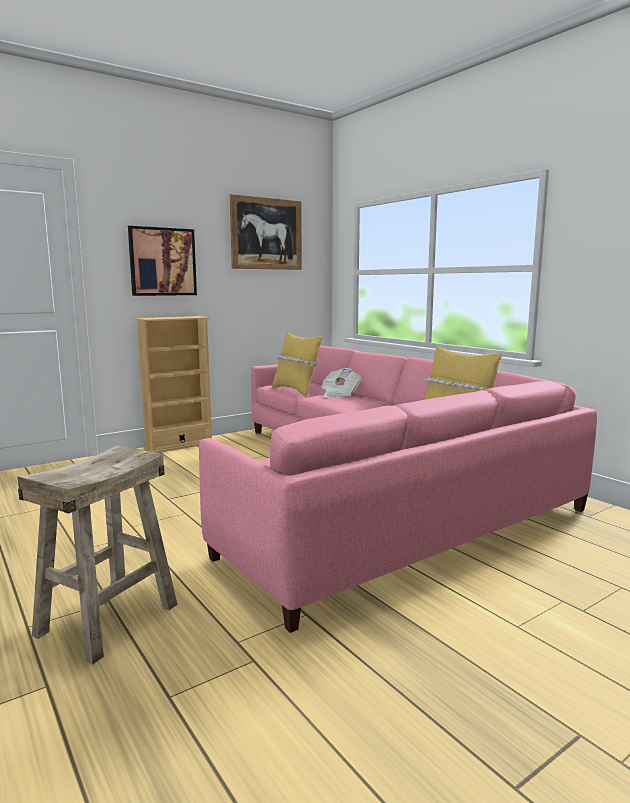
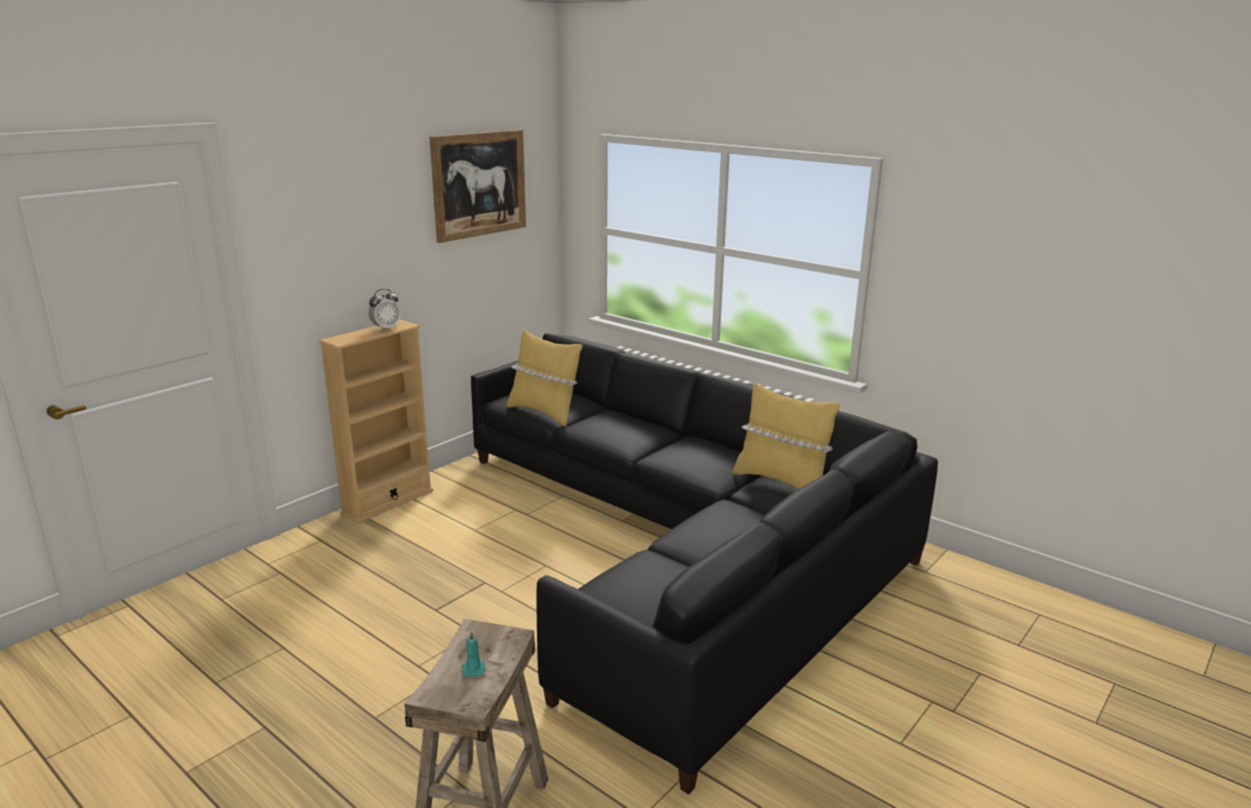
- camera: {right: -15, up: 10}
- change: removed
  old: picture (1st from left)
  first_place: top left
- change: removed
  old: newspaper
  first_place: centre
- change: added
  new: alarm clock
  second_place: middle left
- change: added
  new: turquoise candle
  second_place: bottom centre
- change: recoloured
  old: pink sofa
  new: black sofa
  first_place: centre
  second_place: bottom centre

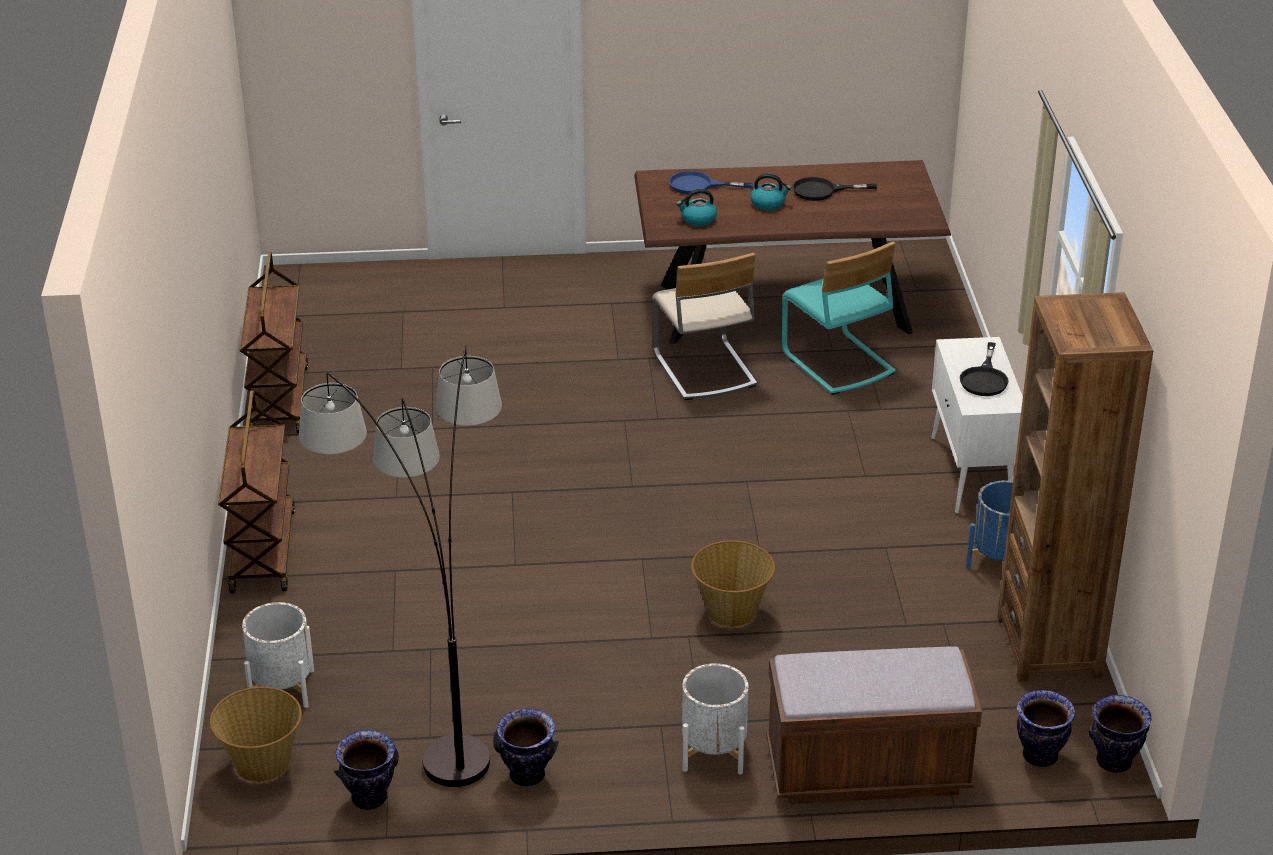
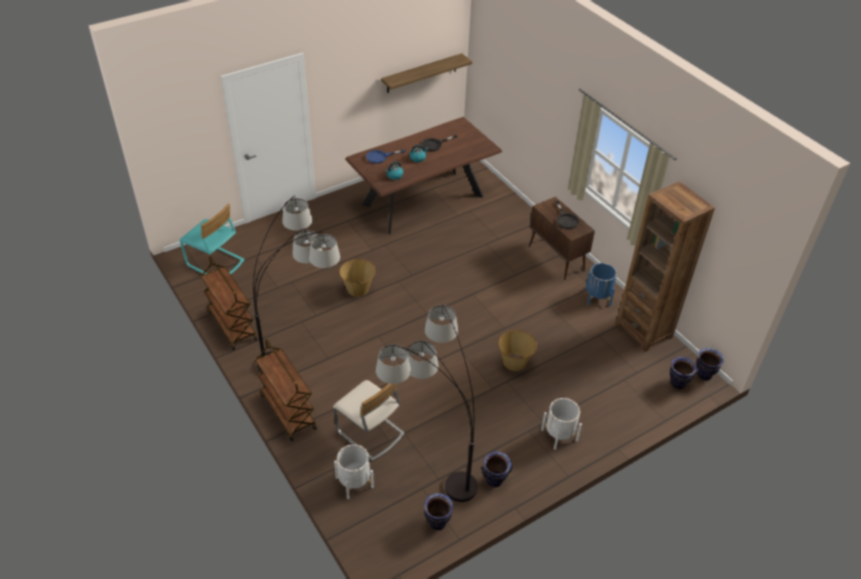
- camera: {right: -30, up: 10}
- change: removed
  old: brown bench
  first_place: bottom right
- change: added
  new: floor lamp (1st from left)
  second_place: centre
- change: added
  new: shelf
  second_place: top centre
- change: moved
  old: basket (1st from left)
  first_place: bottom left
  second_place: centre
- change: moved
  old: beige chair
  first_place: centre
  second_place: bottom centre
- change: moved
  old: turquoise chair
  first_place: centre
  second_place: middle left
- change: recoloured
  old: white cabinet
  new: brown cabinet
  first_place: middle right
  second_place: centre

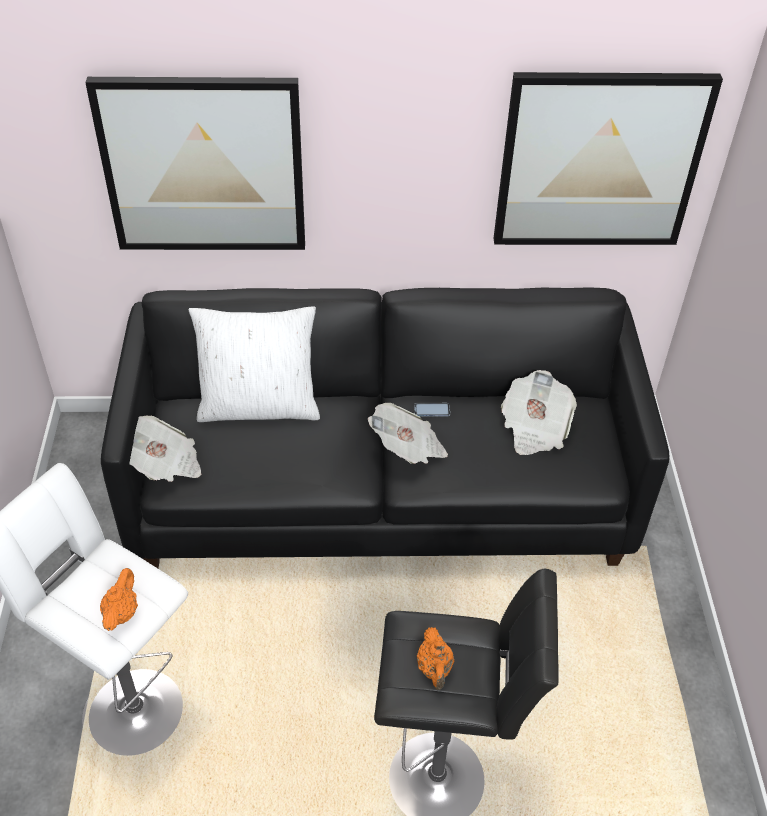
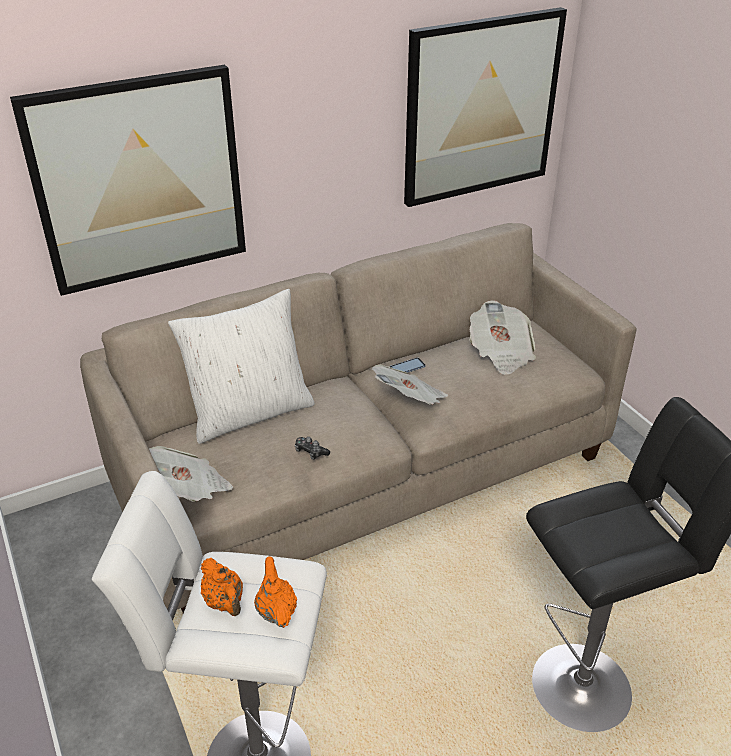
- camera: {right: -25, up: -10}
- change: added
  new: game controller
  second_place: centre
- change: moved
  old: orange teapot (2nd from left in the first image)
  new: orange teapot (1st from left)
  first_place: bottom centre
  second_place: bottom left
- change: recoloured
  old: black sofa
  new: beige sofa
  first_place: centre
  second_place: centre

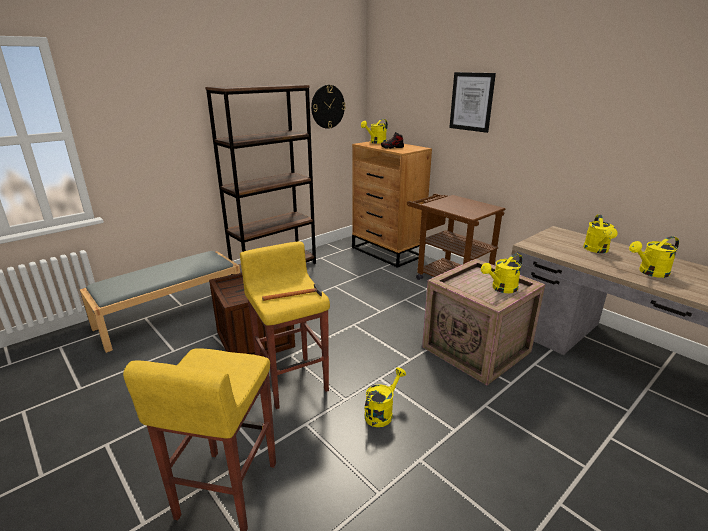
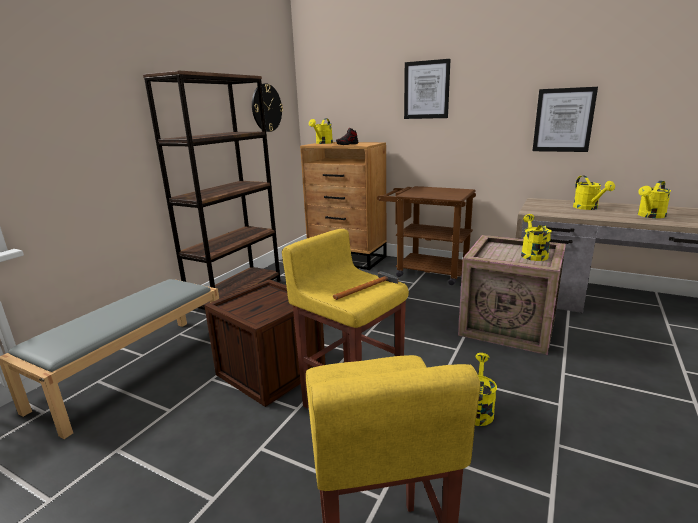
- camera: {right: -20, up: -5}
- change: added
  new: picture (2nd from left)
  second_place: top right
- change: turned
  old: yellow watering can (3rd from left)
  first_place: middle right
  second_place: middle right
  degrees: 150

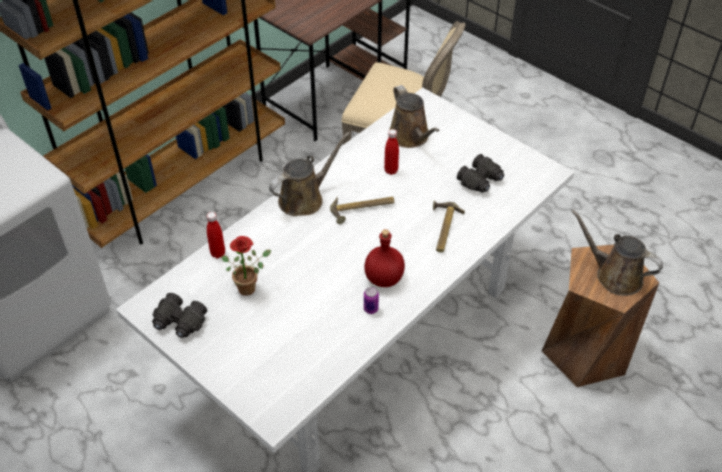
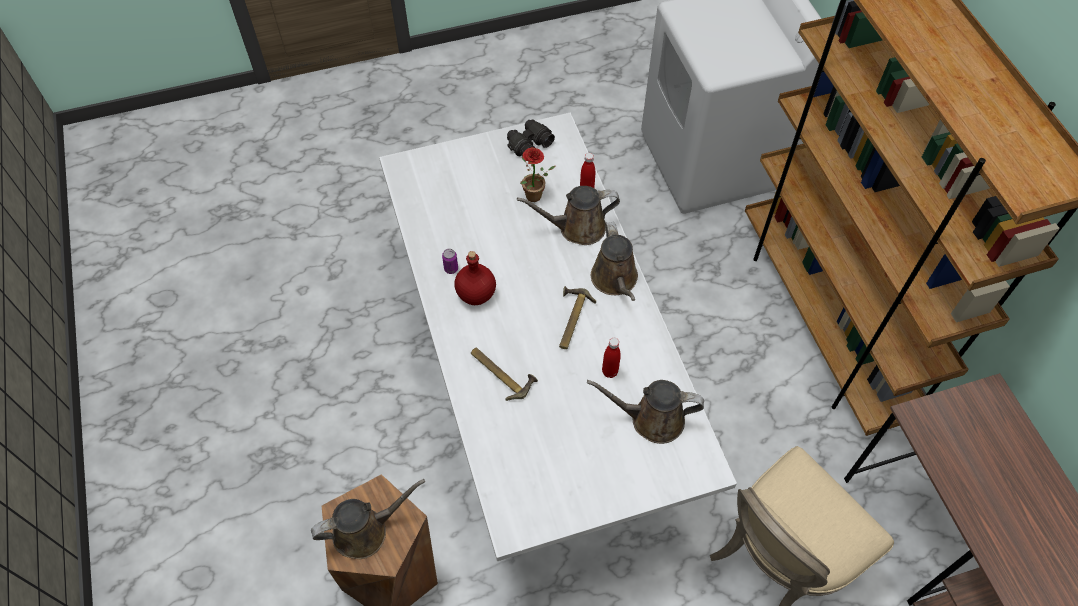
- camera: {right: 120, up: 10}
- change: removed
  old: black binoculars (2nd from left)
  first_place: centre
- change: added
  new: brown watering can (2nd from left)
  second_place: centre

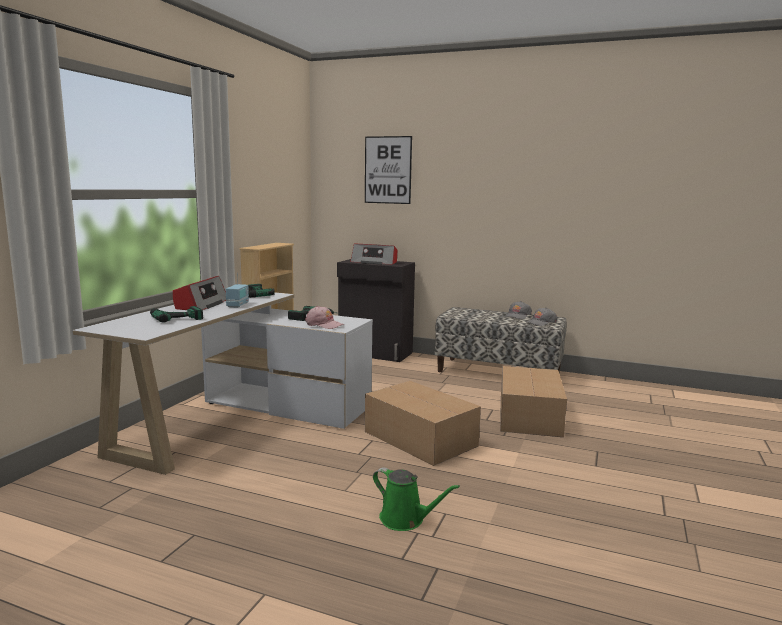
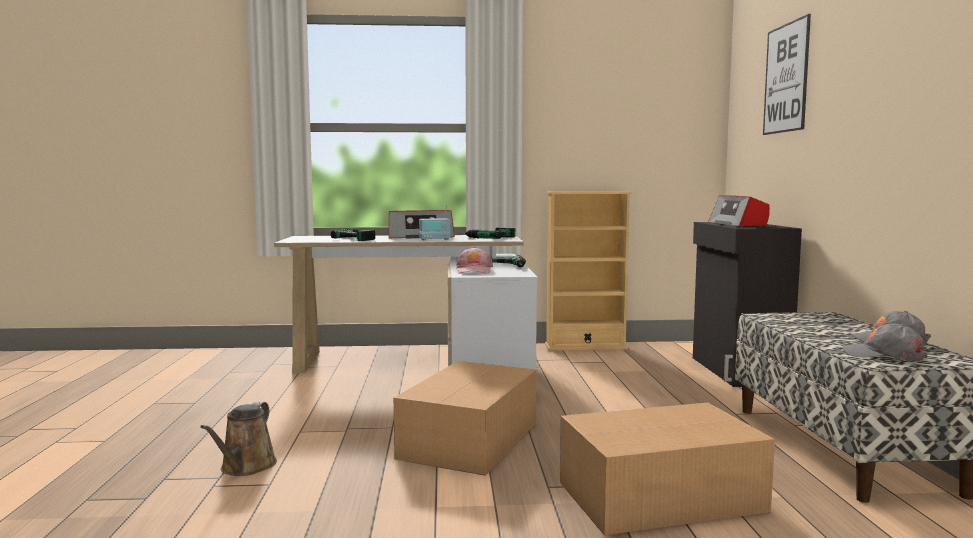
- camera: {right: 65, up: -5}
- change: recoloured
  old: green watering can
  new: brown watering can
  first_place: bottom centre
  second_place: bottom left

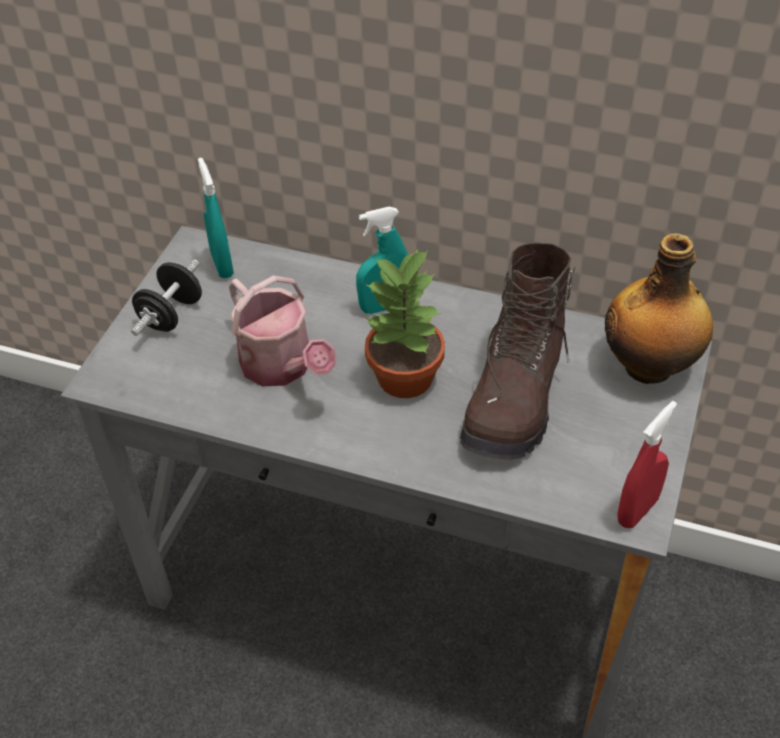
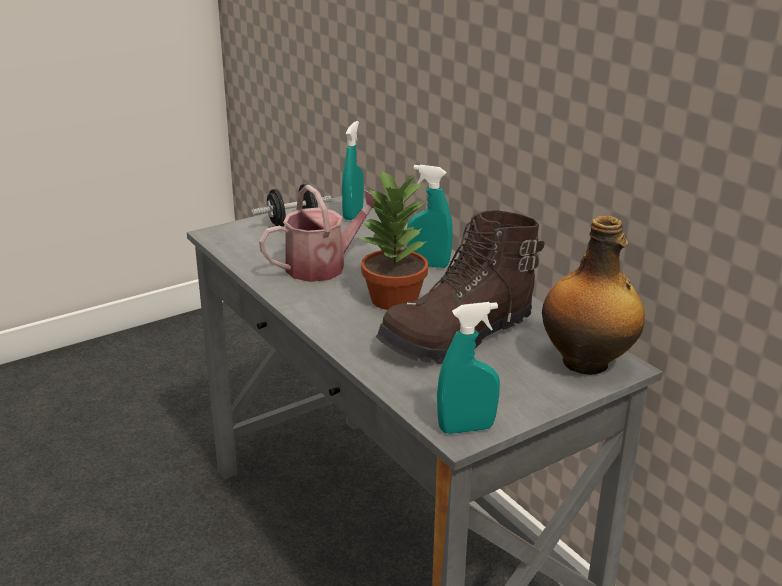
- camera: {right: 35, up: -20}
- change: recoloured
  old: red spray bottle
  new: turquoise spray bottle (3rd from left)
  first_place: middle right
  second_place: centre
- change: turned
  old: watering can
  first_place: centre
  second_place: centre
  degrees: -120

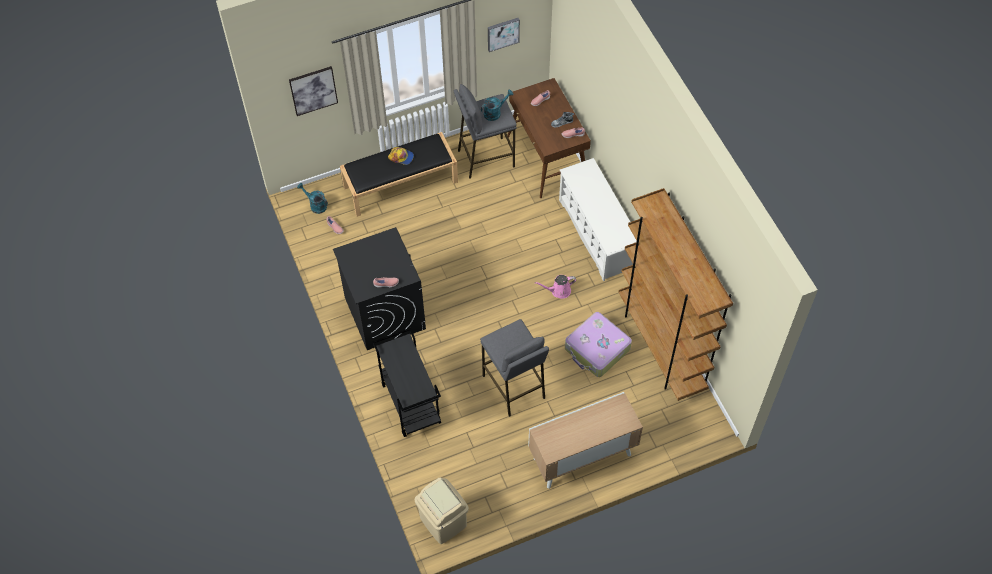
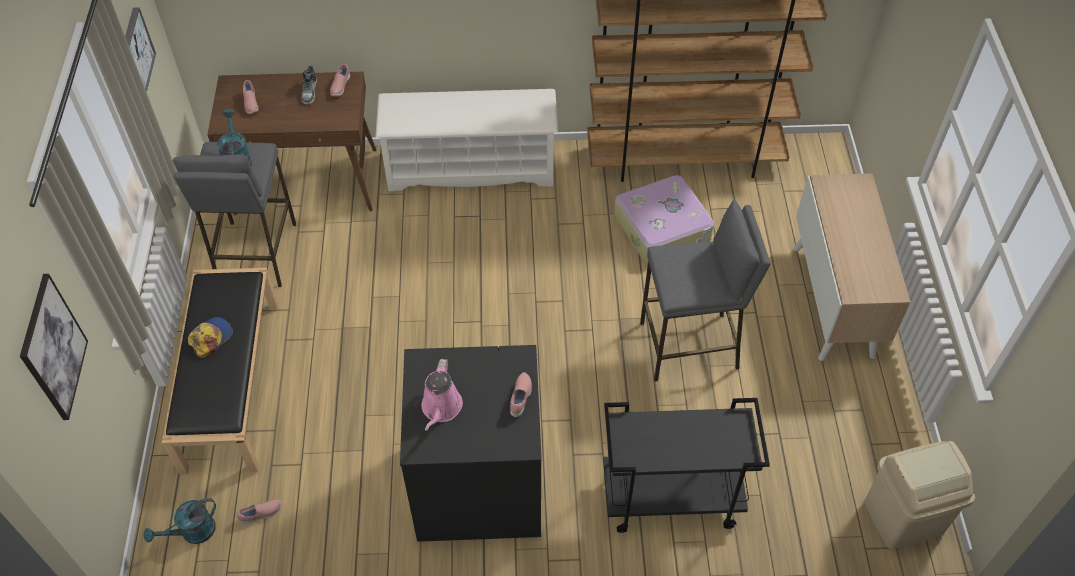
- camera: {right: -70, up: -5}
- change: moved
  old: pink watering can
  first_place: centre
  second_place: bottom centre

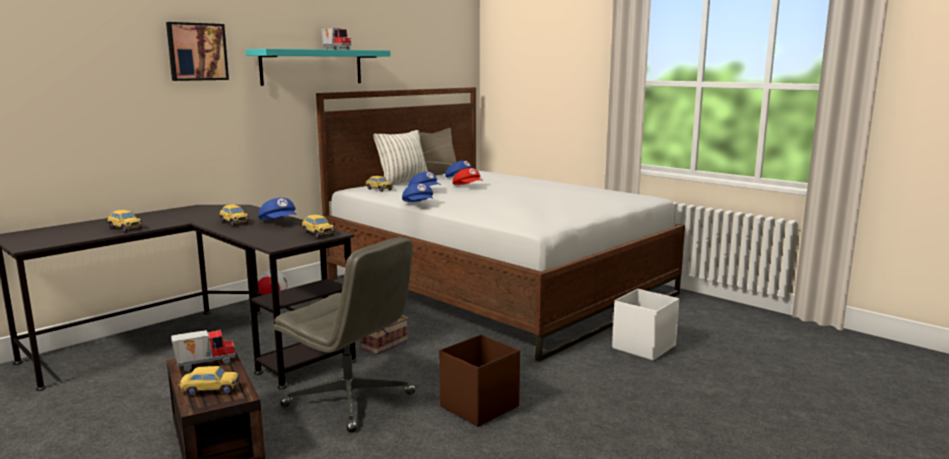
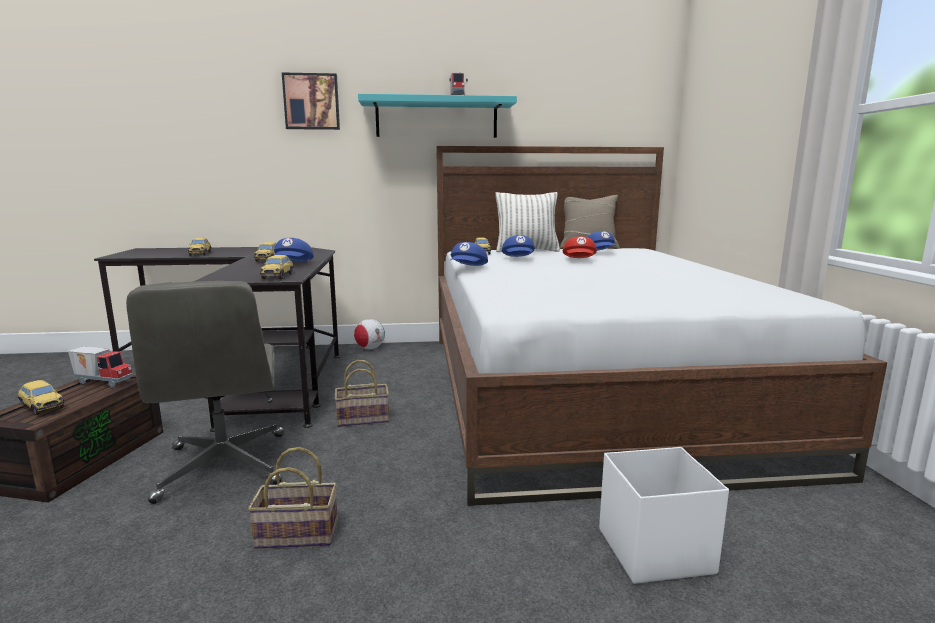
- camera: {right: 40, up: 0}
- change: replaced
  old: brown storage box (2nd from left)
  new: basket (1st from left)
  first_place: bottom centre
  second_place: bottom left

